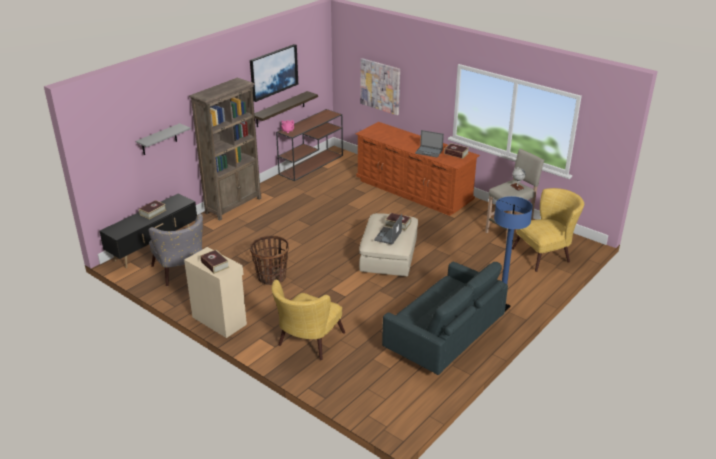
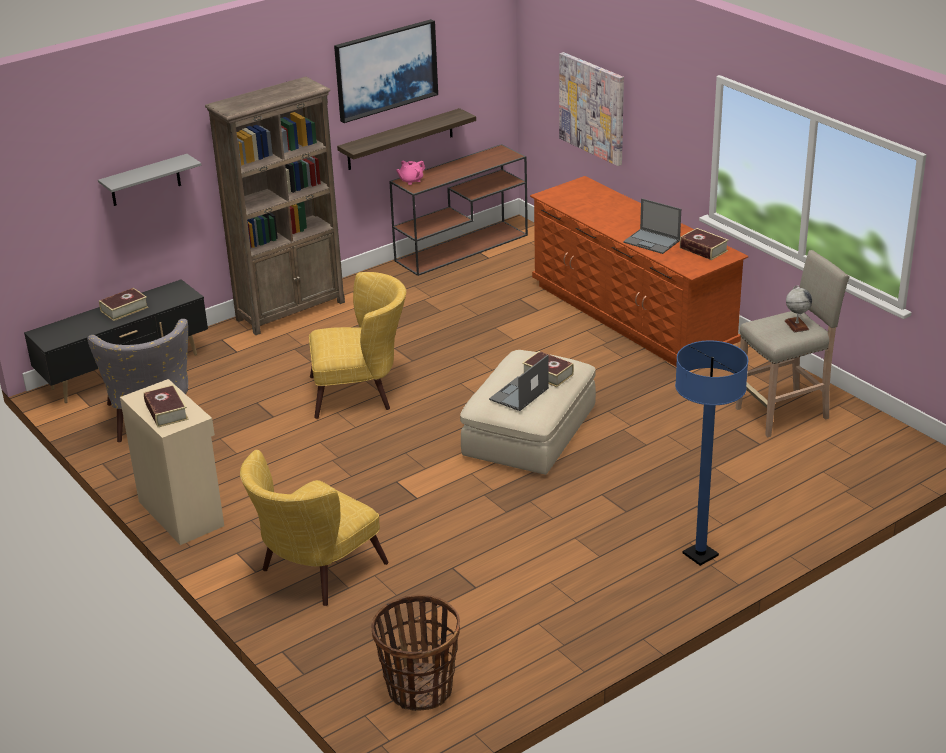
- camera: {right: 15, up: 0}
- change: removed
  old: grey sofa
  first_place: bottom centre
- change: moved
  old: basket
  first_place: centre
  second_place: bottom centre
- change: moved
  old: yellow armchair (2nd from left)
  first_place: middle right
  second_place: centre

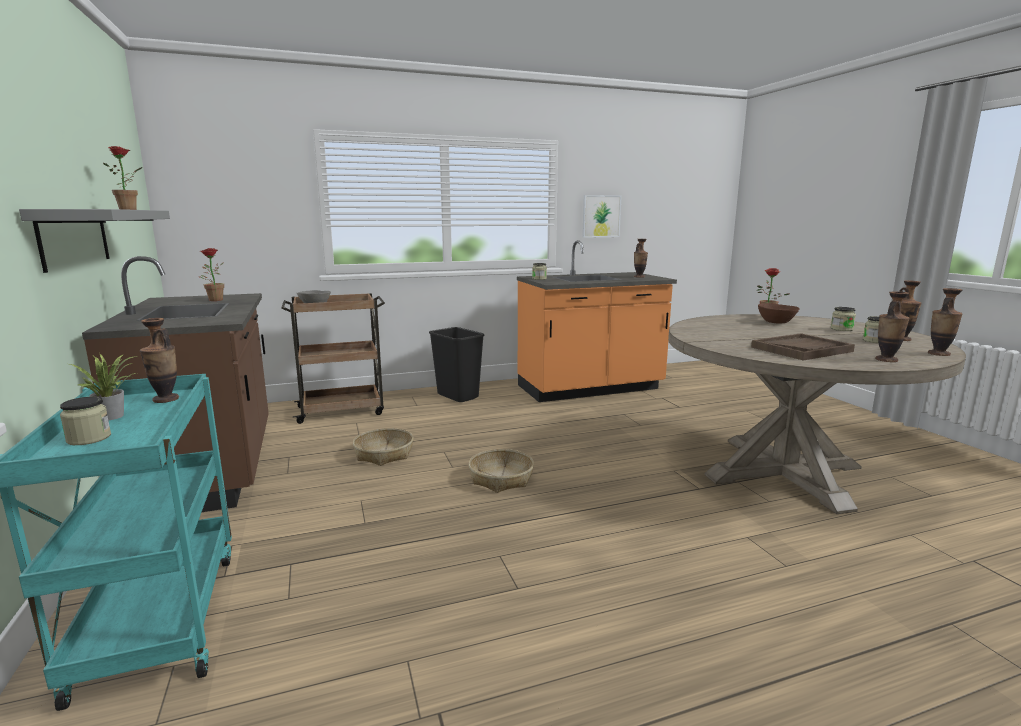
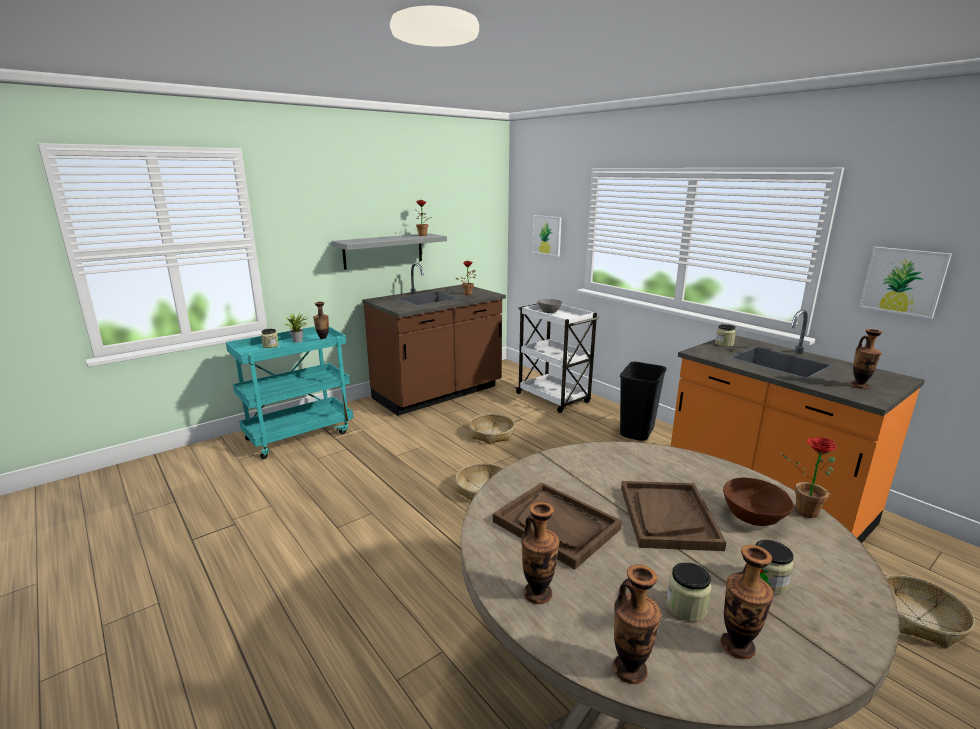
- camera: {right: 70, up: 5}
- change: added
  new: picture (1st from left)
  second_place: top centre
- change: added
  new: brown tray (2nd from left)
  second_place: bottom right
- change: added
  new: basket (3rd from left)
  second_place: bottom right
- change: recoloured
  old: brown cart
  new: white cart
  first_place: middle left
  second_place: centre

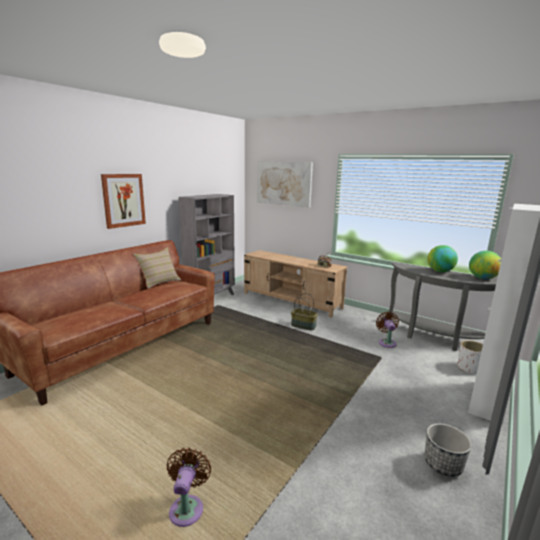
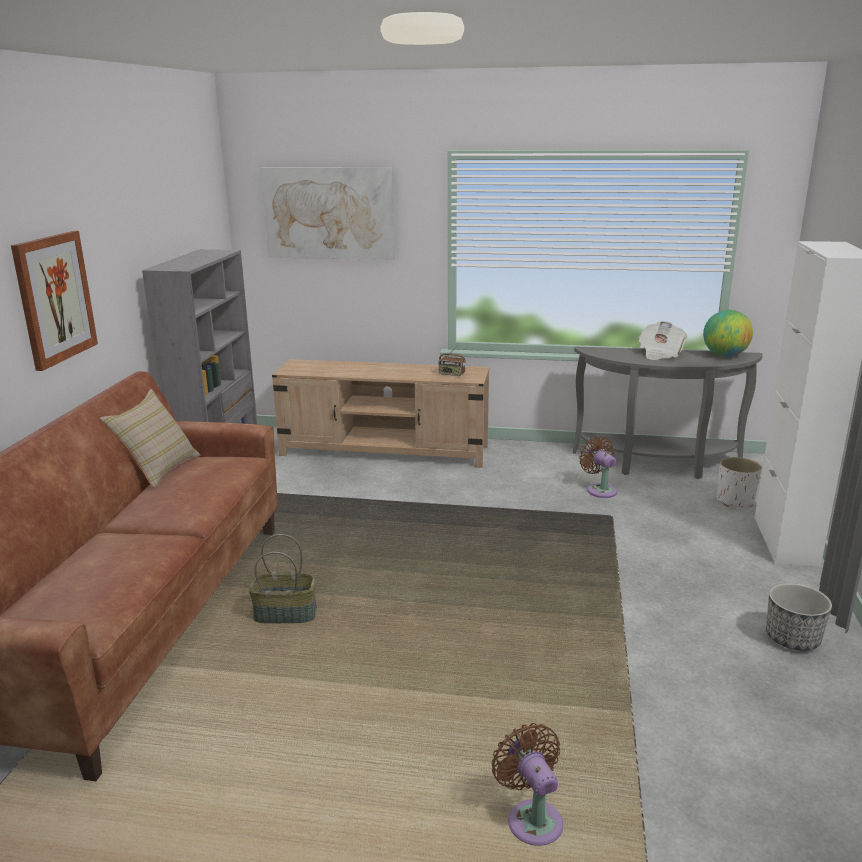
- camera: {right: -25, up: 5}
- change: moved
  old: basket
  first_place: centre
  second_place: bottom left
- change: replaced
  old: globe (1st from left)
  new: newspaper
  first_place: middle right
  second_place: middle right

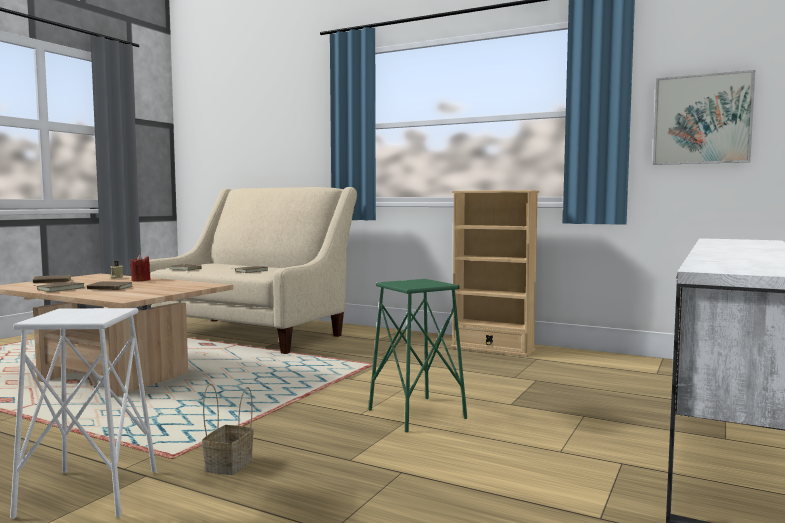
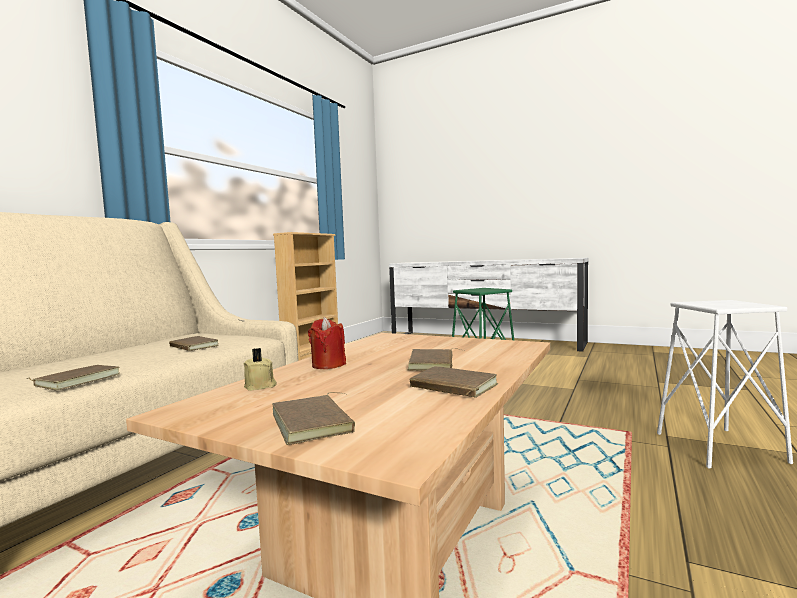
- camera: {right: -90, up: 0}
- change: removed
  old: basket
  first_place: bottom left
- change: removed
  old: picture
  first_place: top right

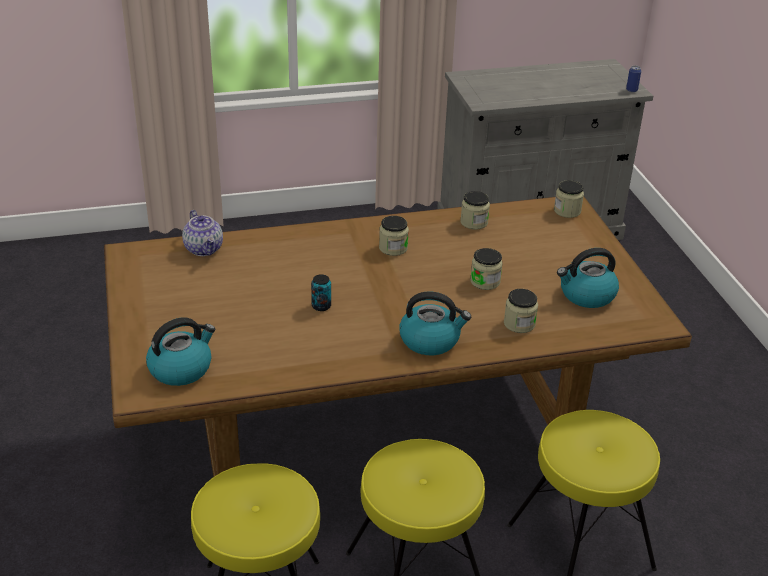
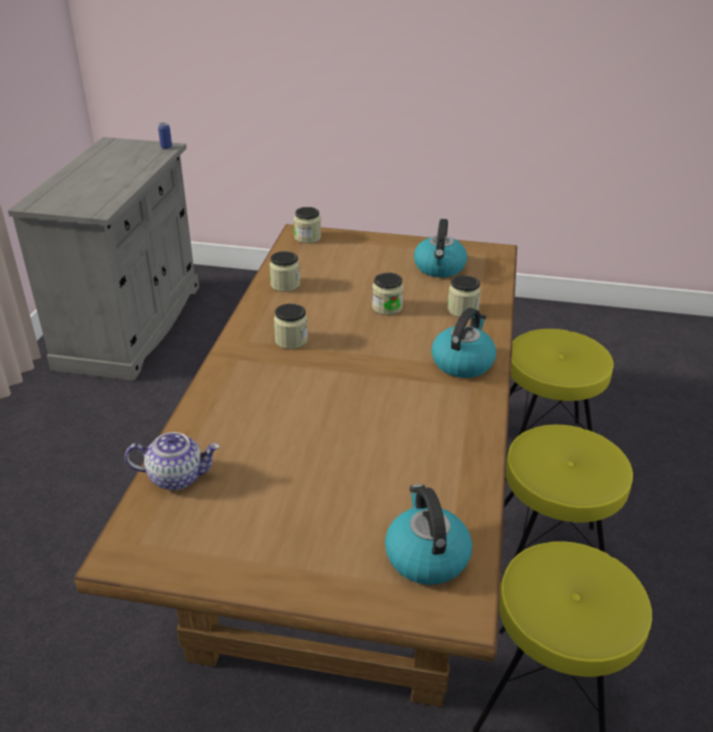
- camera: {right: -65, up: 0}
- change: removed
  old: can (1st from left)
  first_place: centre

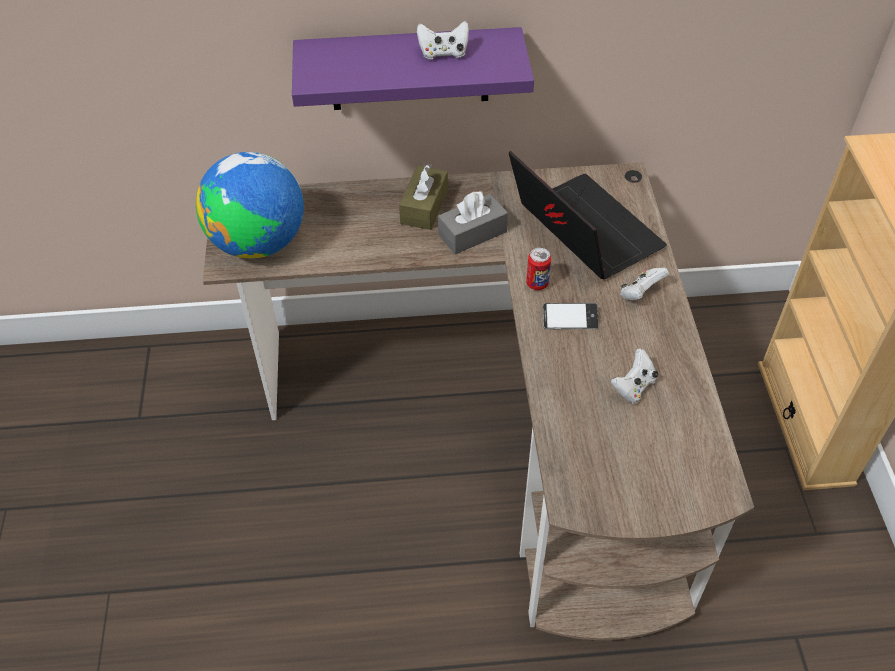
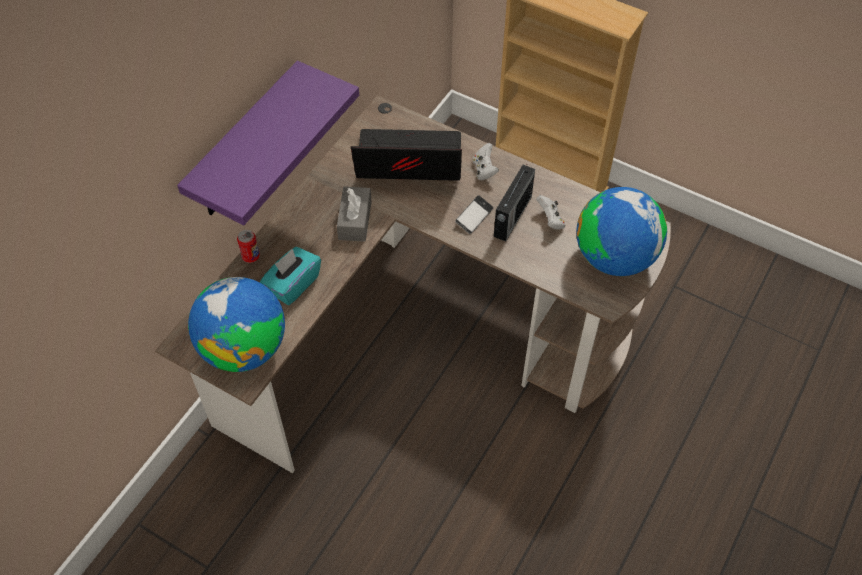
- camera: {right: -55, up: 5}
- change: removed
  old: brown tissue box
  first_place: top centre
- change: removed
  old: white game controller (1st from left)
  first_place: top centre
- change: added
  new: turquoise tissue box
  second_place: centre
- change: added
  new: radio
  second_place: centre
- change: added
  new: globe (2nd from left)
  second_place: middle right
- change: moved
  old: can
  first_place: centre
  second_place: middle left

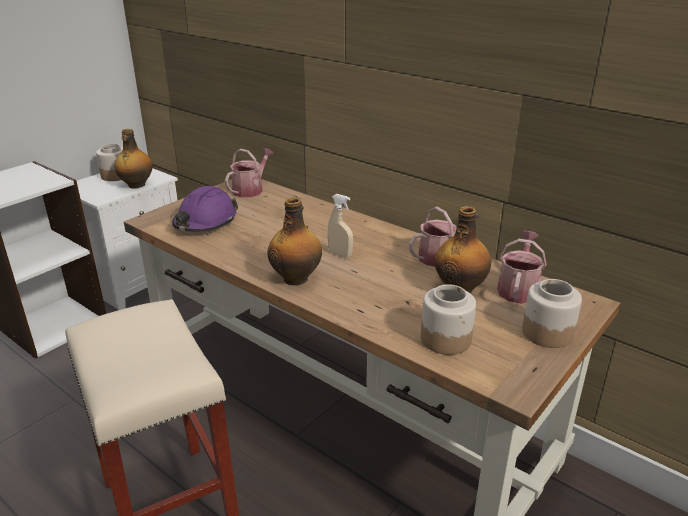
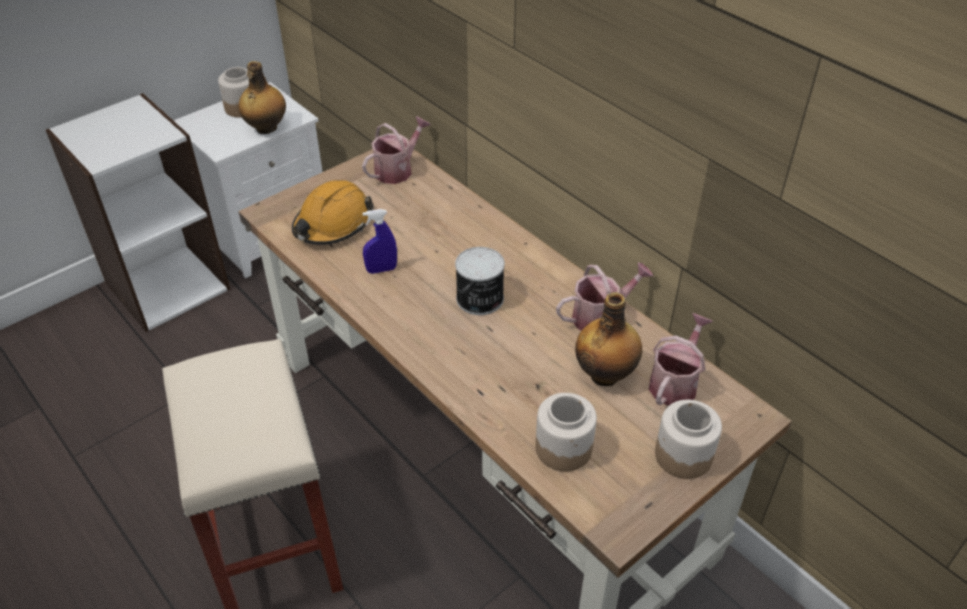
- camera: {right: 10, up: 15}
- change: removed
  old: bottle (2nd from left)
  first_place: centre
- change: added
  new: blue spray bottle
  second_place: centre
- change: replaced
  old: beige spray bottle
  new: can
  first_place: centre
  second_place: centre
- change: recoloured
  old: purple hard hat
  new: orange hard hat
  first_place: middle left
  second_place: centre

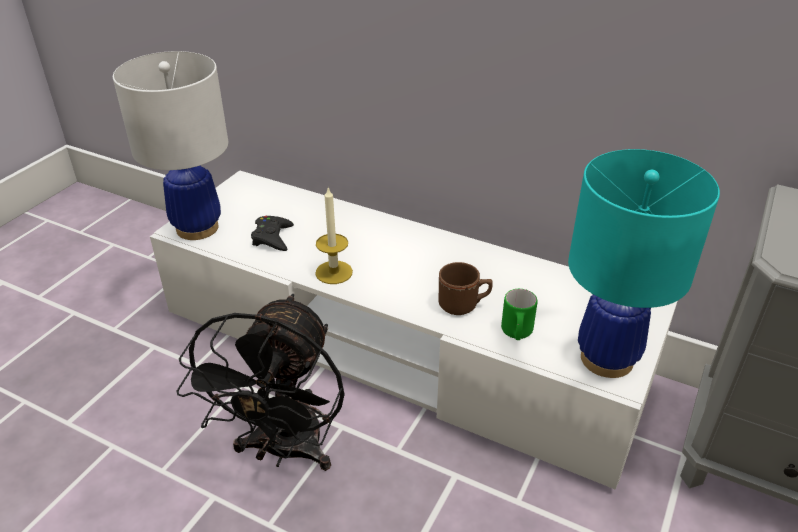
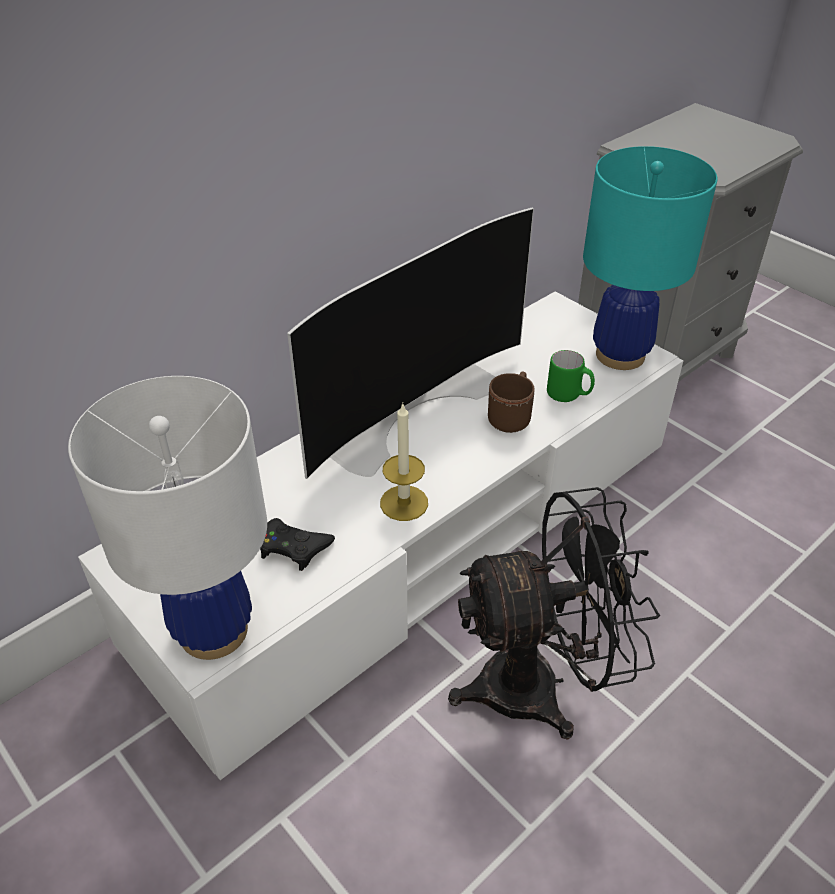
- camera: {right: -70, up: 5}
- change: added
  new: television
  second_place: centre
- change: turned
  old: black fan
  first_place: bottom left
  second_place: bottom centre
  degrees: -45

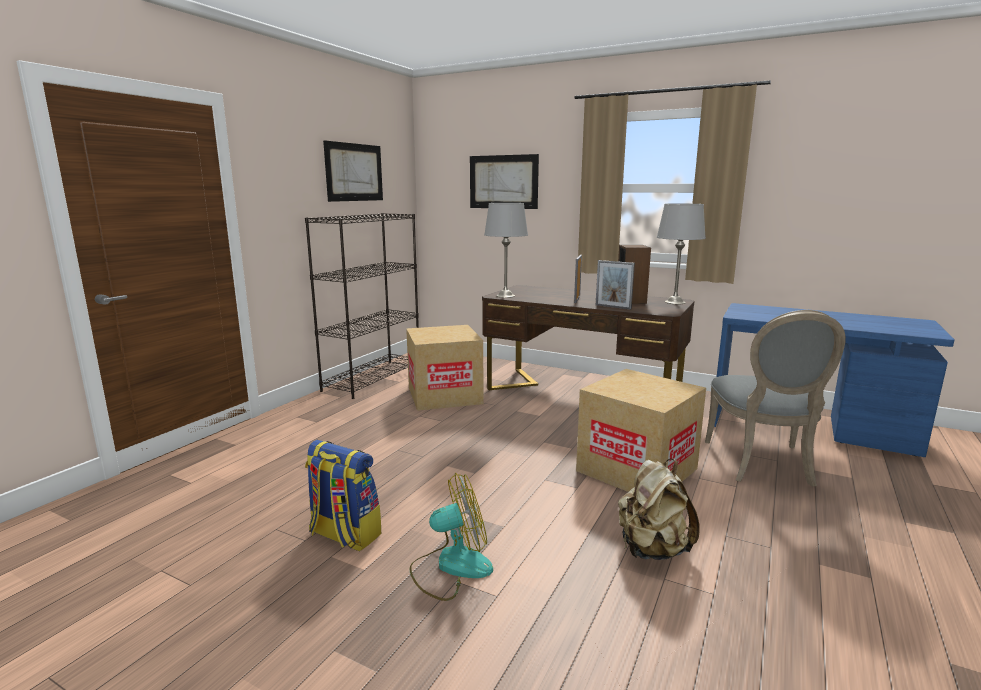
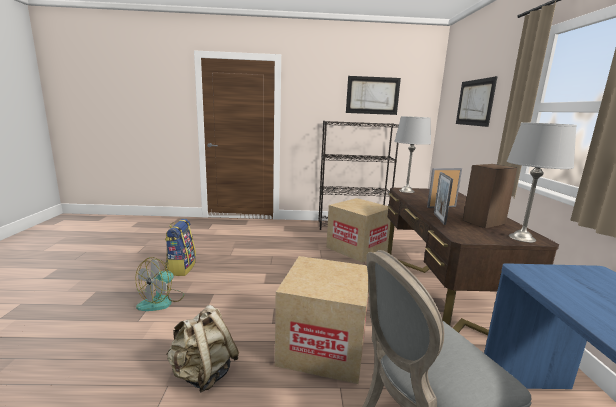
- camera: {right: 60, up: 0}
- change: turned
  old: fan
  first_place: bottom centre
  second_place: bottom left
  degrees: 75

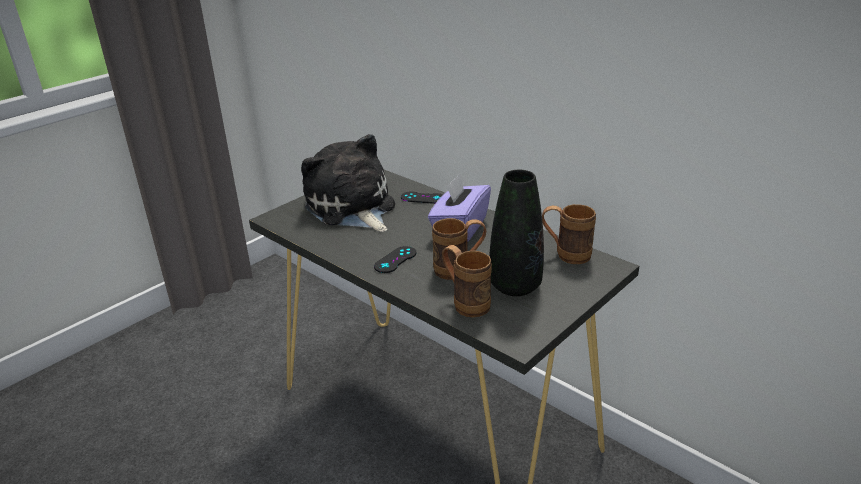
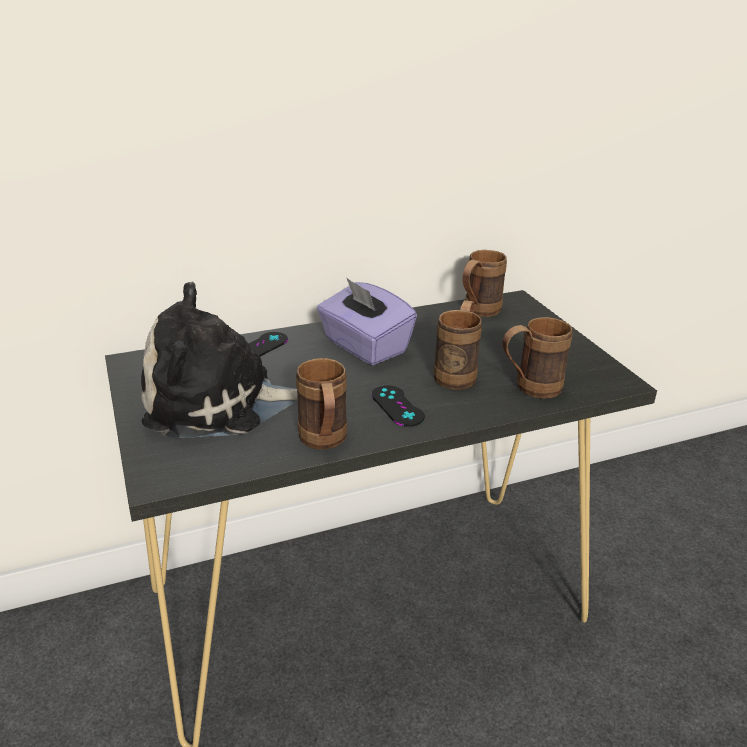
- camera: {right: -65, up: 0}
- change: removed
  old: black vase
  first_place: centre
- change: added
  new: brown mug (1st from left)
  second_place: centre

